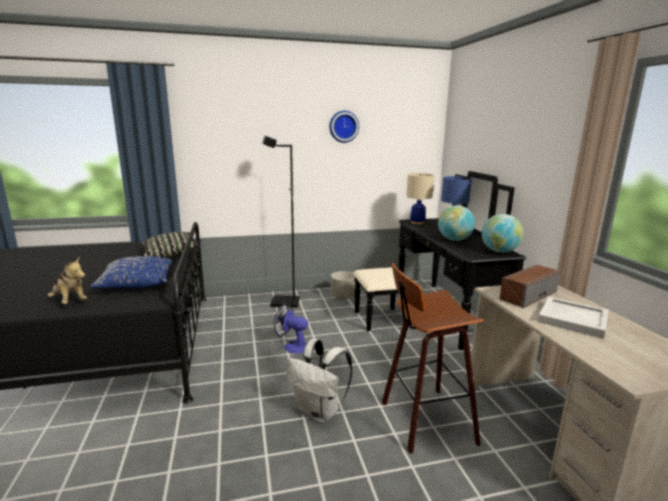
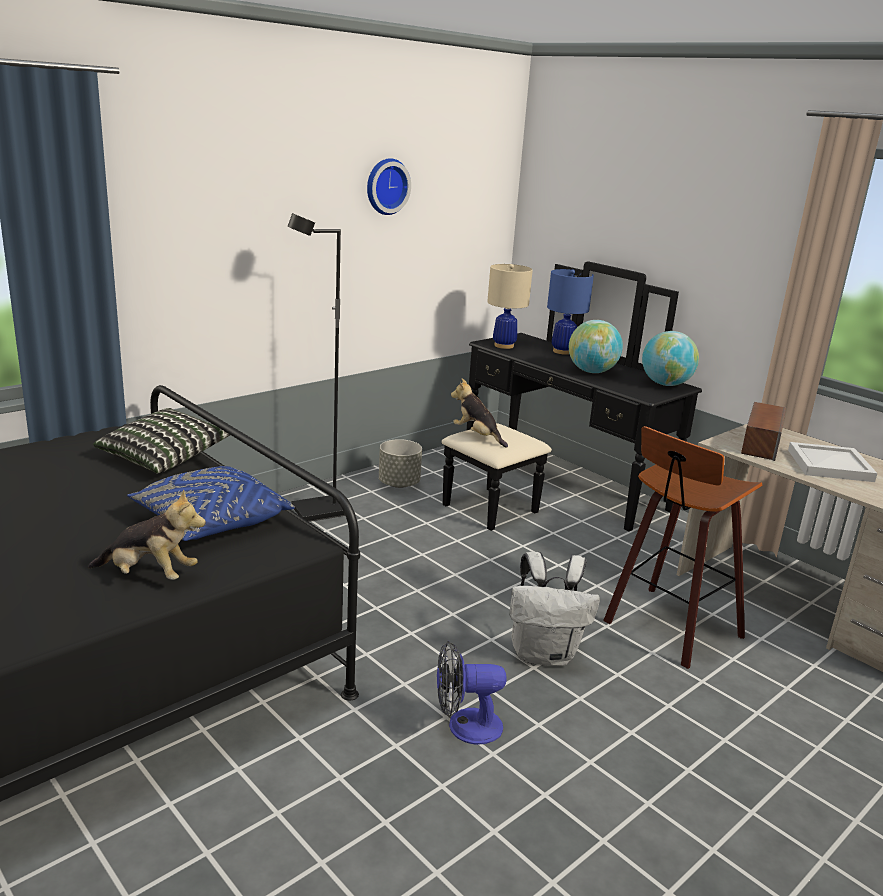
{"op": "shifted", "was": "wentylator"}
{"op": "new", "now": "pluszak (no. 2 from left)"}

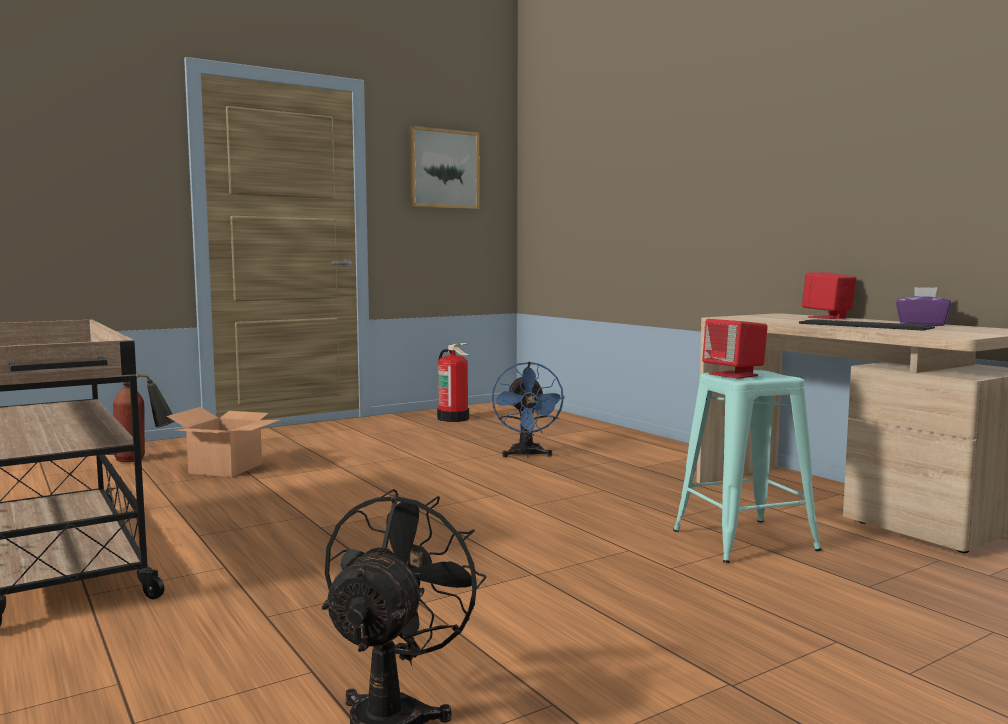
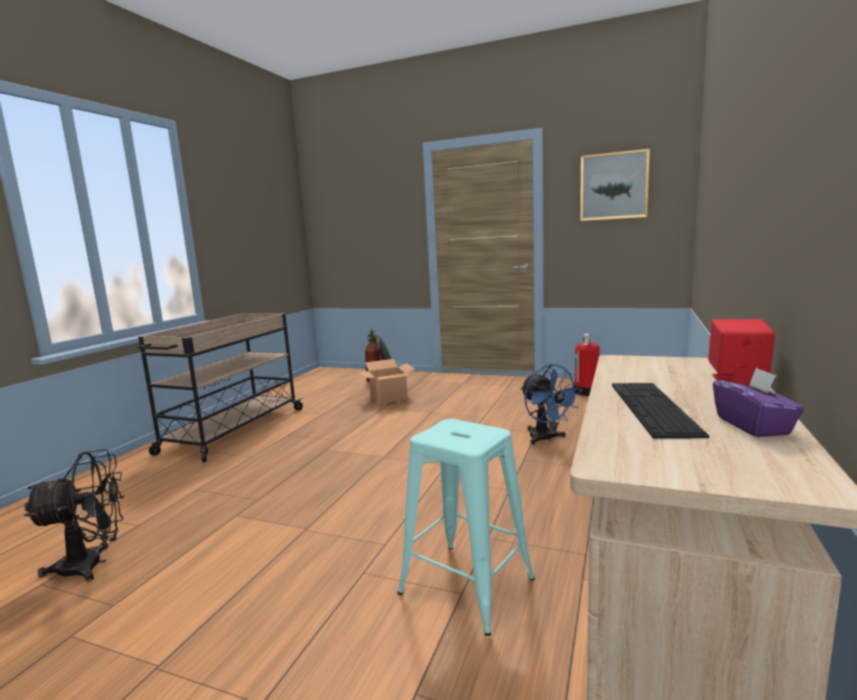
{"op": "rotated", "was": "wentylator [niebieski]", "clockwise": -75}
{"op": "gone", "was": "głośnik [czerwony] (no. 1 from left)"}

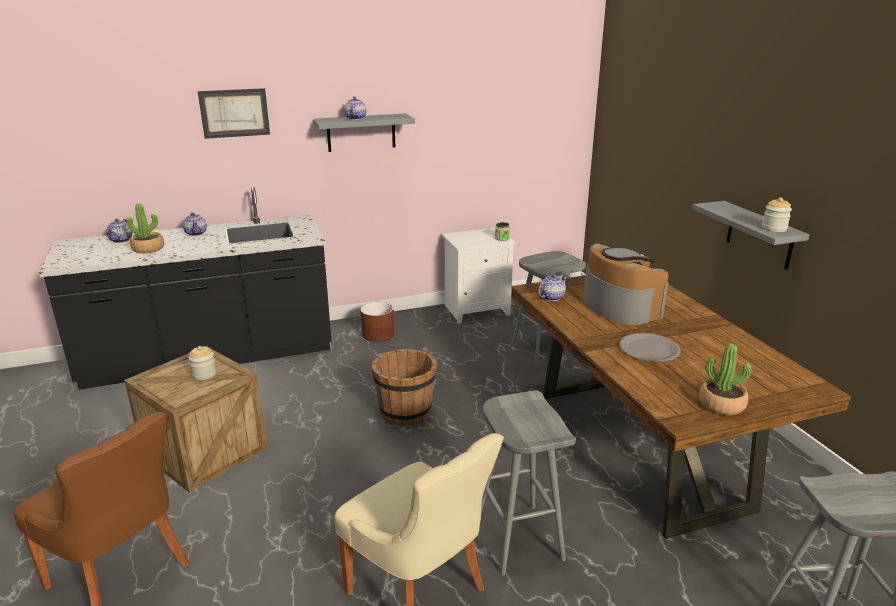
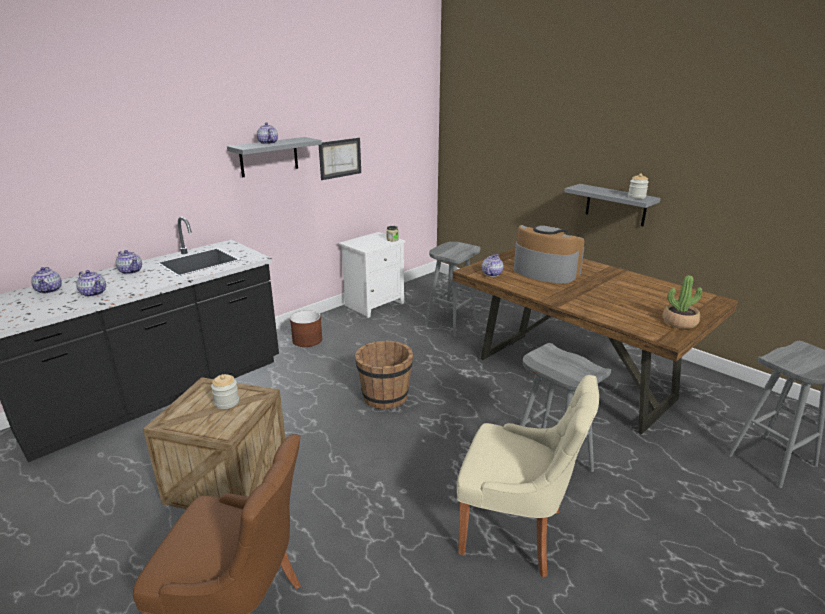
{"op": "swapped", "was": "roślina doniczkowa (no. 1 from left)", "now": "imbryk (no. 2 from left)"}
{"op": "shifted", "was": "obraz"}
{"op": "gone", "was": "talerz [szary]"}

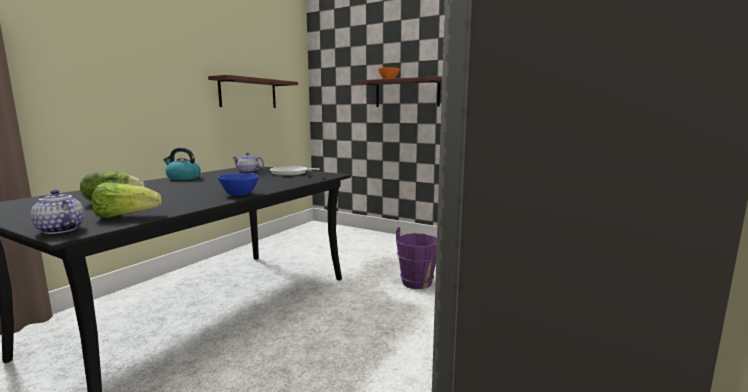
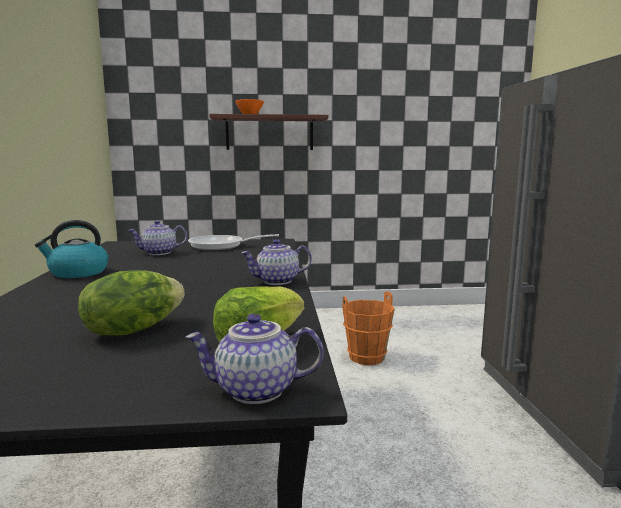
{"op": "swapped", "was": "miska [niebieski]", "now": "imbryk (no. 3 from left)"}
{"op": "repainted", "was": "wiadro [fioletowy]", "now": "wiadro [pomarańczowy]"}
{"op": "gone", "was": "półka (no. 1 from left)"}

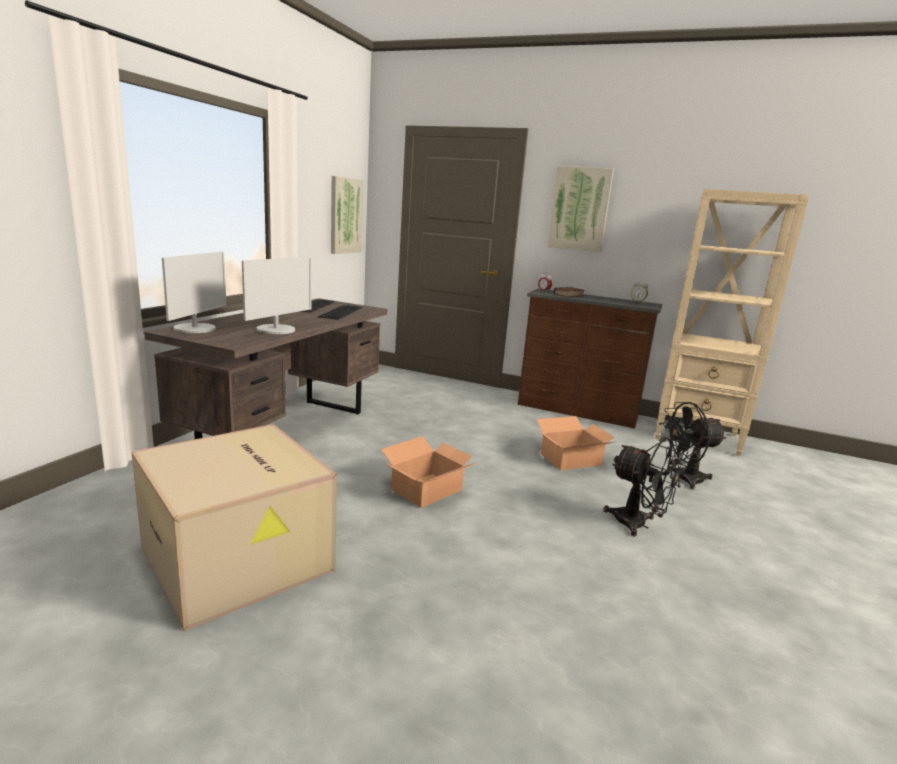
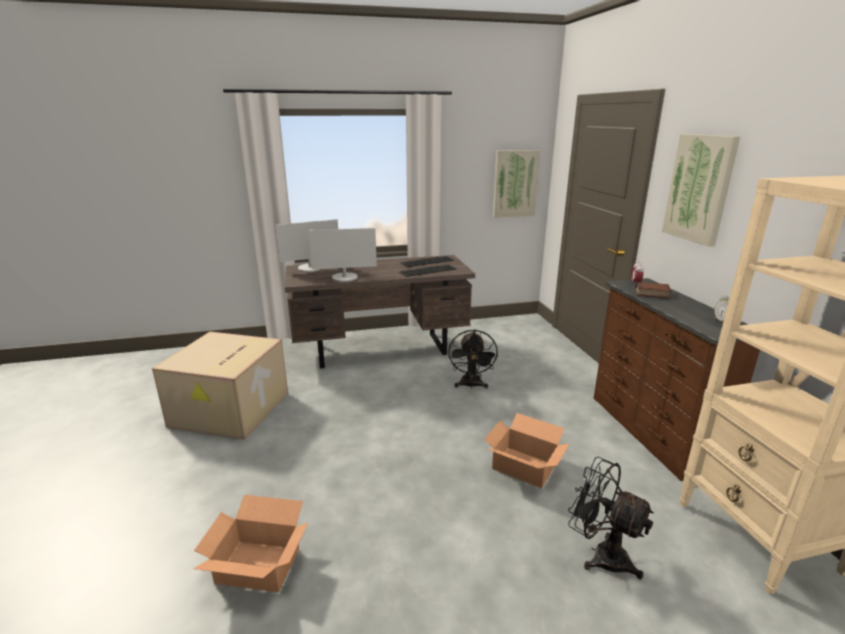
{"op": "shifted", "was": "karton (no. 2 from left)"}
{"op": "shifted", "was": "wentylator [czarny] (no. 1 from left)"}

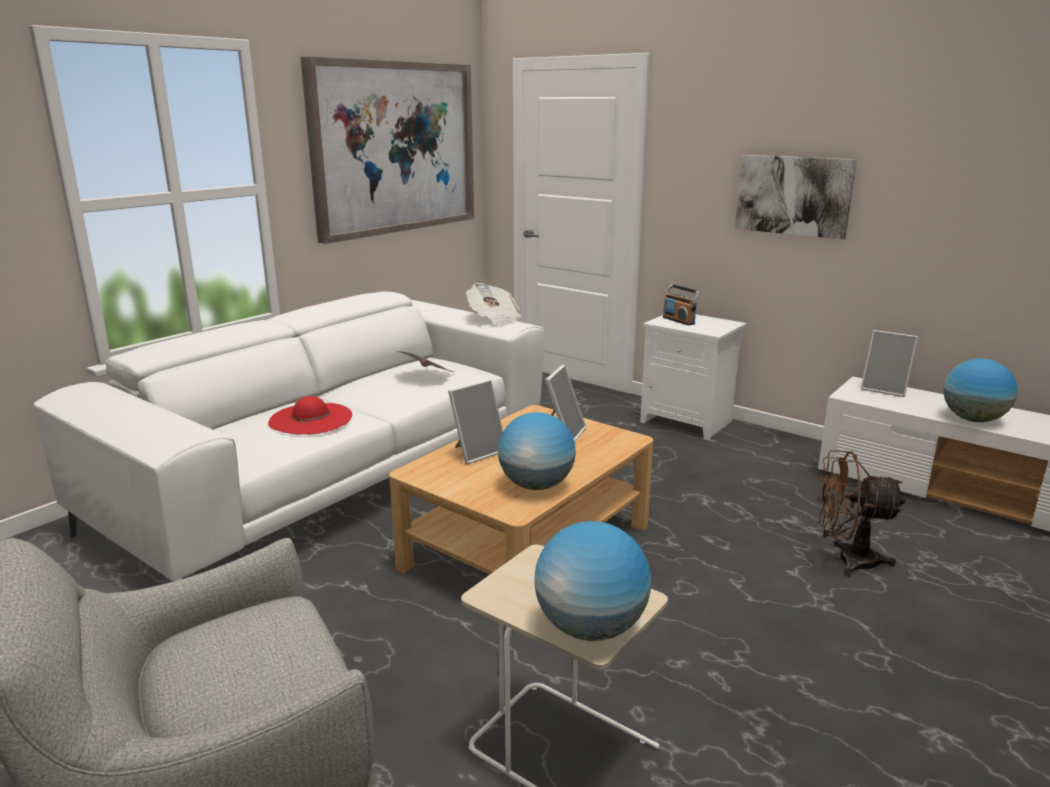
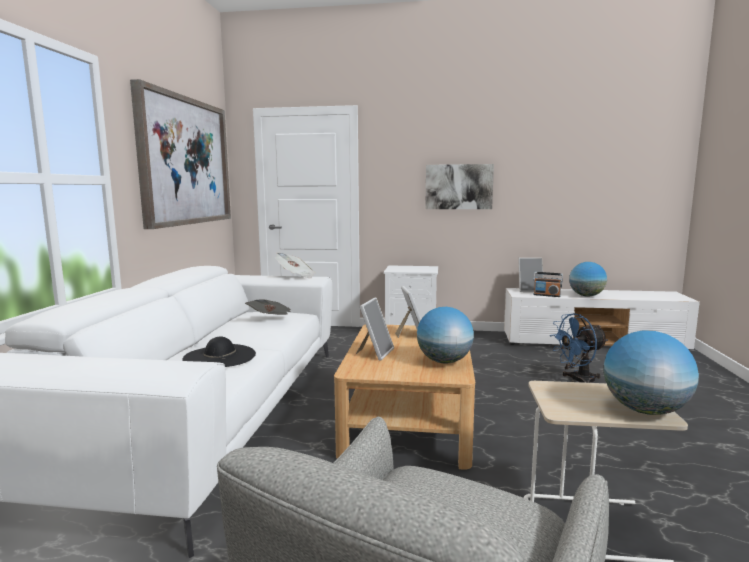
{"op": "repainted", "was": "kapelusz [czerwony]", "now": "kapelusz [czarny]"}
{"op": "shifted", "was": "radio"}
{"op": "repainted", "was": "wentylator [brązowy]", "now": "wentylator [niebieski]"}

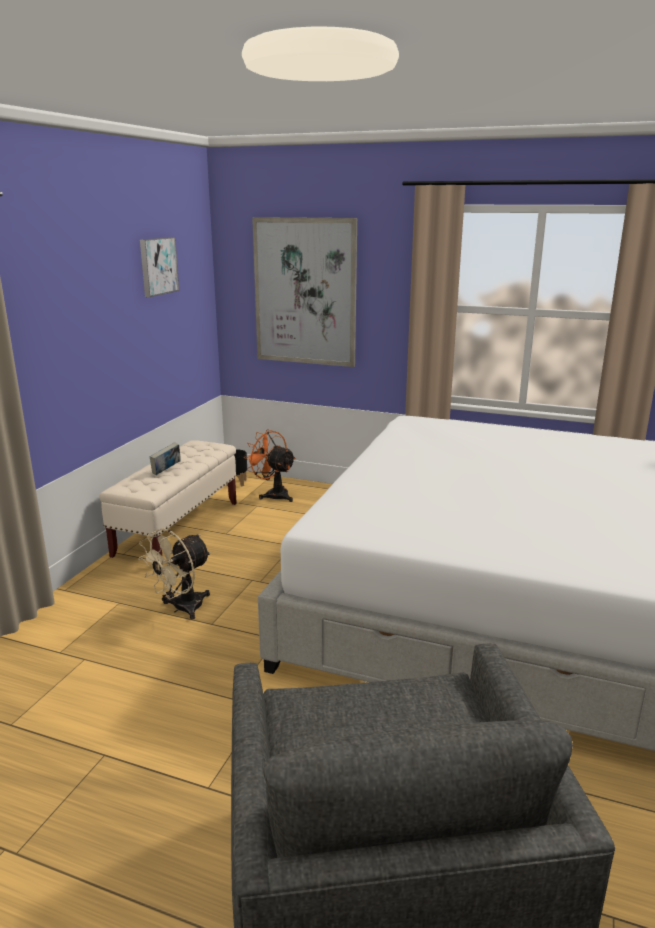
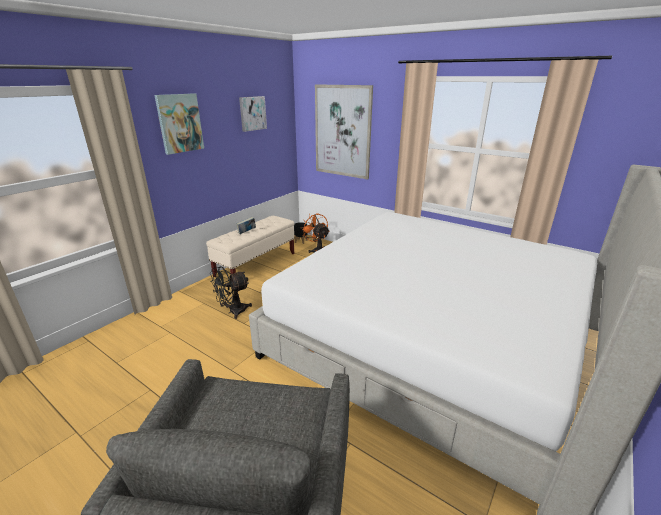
{"op": "new", "now": "obraz (no. 1 from left)"}
{"op": "repainted", "was": "wentylator [beżowy]", "now": "wentylator [czarny]"}

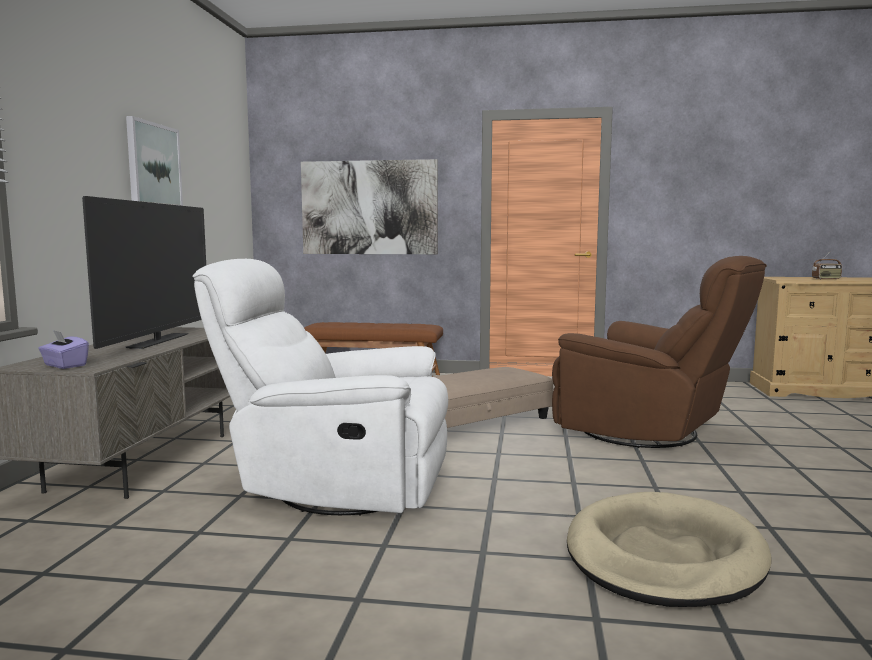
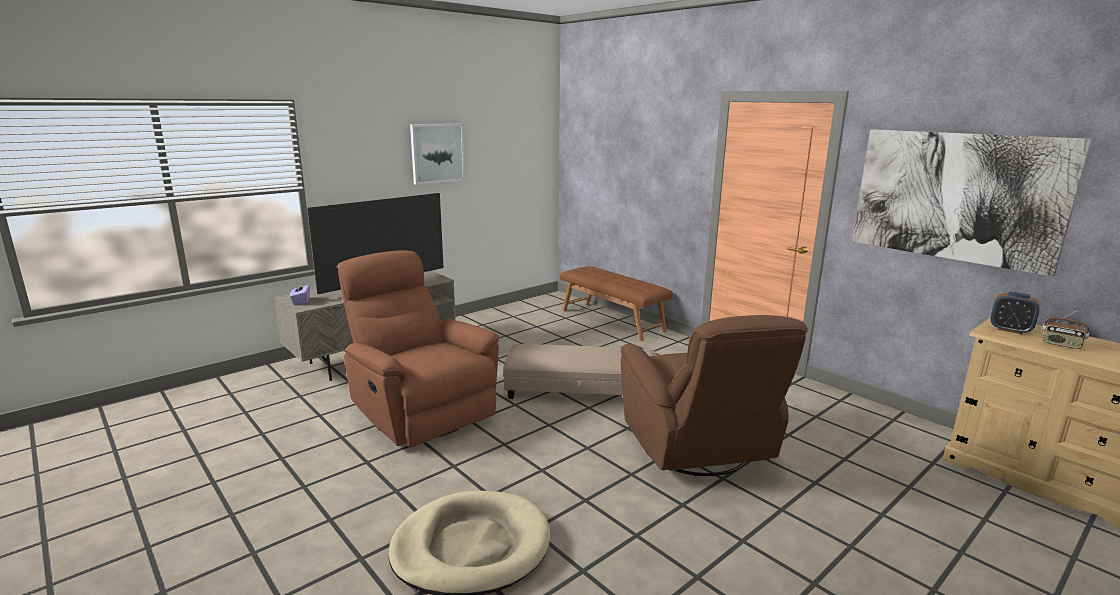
{"op": "repainted", "was": "fotel [biały]", "now": "fotel [brązowy] (no. 1 from left)"}
{"op": "shifted", "was": "obraz (no. 2 from left)"}
{"op": "new", "now": "budzik"}

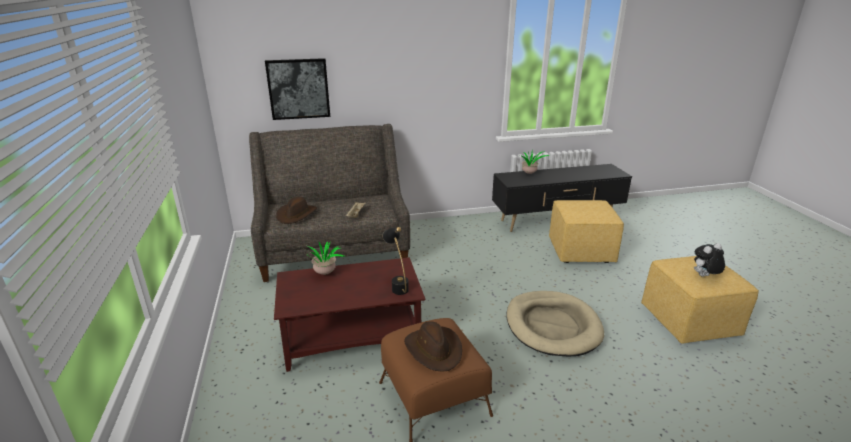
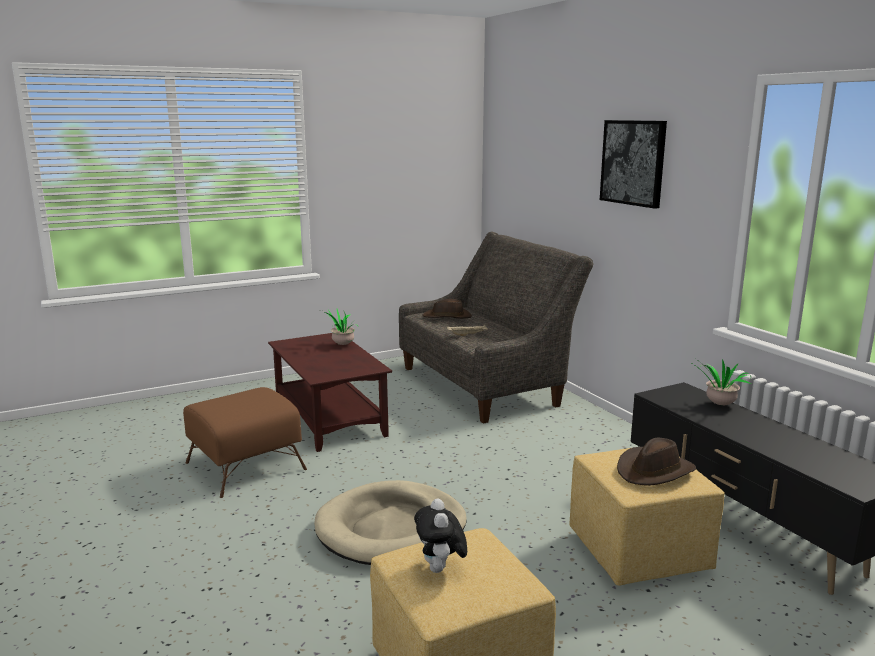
{"op": "rotated", "was": "pluszak", "clockwise": -150}
{"op": "shifted", "was": "obraz"}
{"op": "shifted", "was": "kapelusz [brązowy] (no. 2 from left)"}
{"op": "gone", "was": "lampa stołowa [czarny]"}

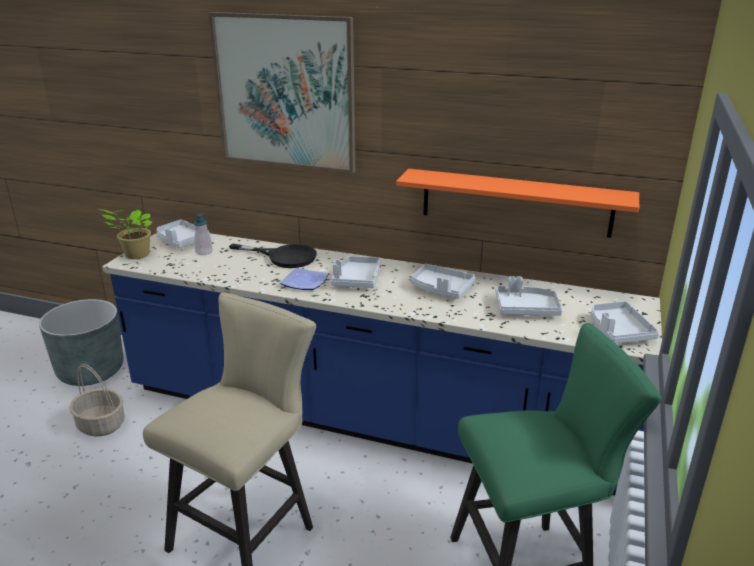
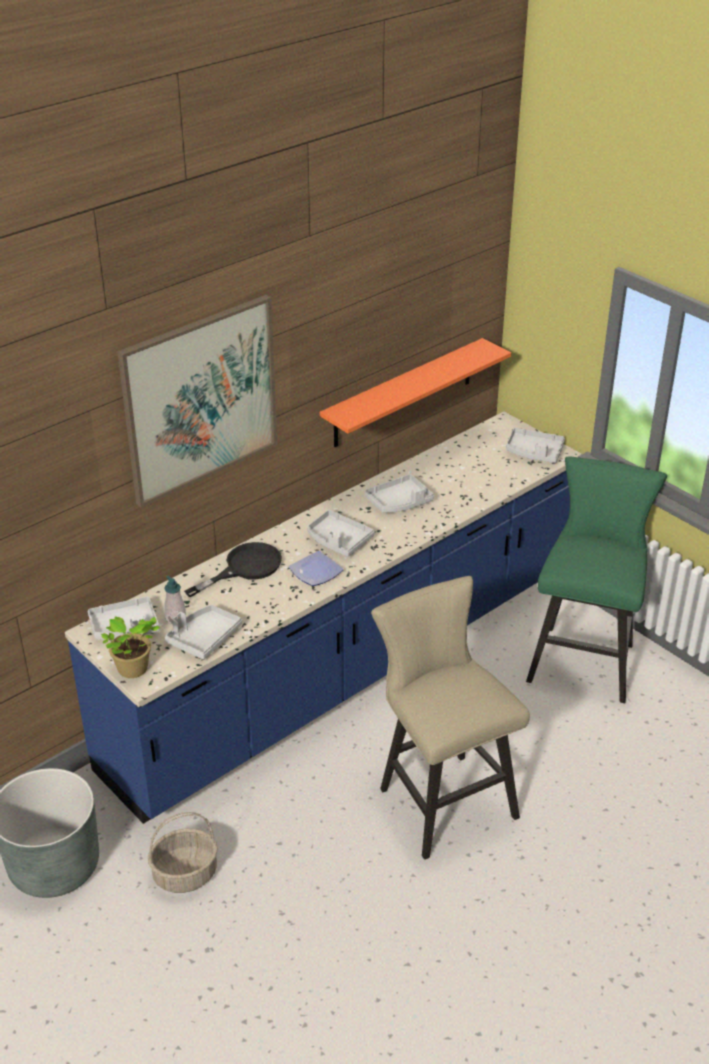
{"op": "shifted", "was": "taca [szary] (no. 4 from left in the first image)", "now": "taca [szary] (no. 2 from left)"}

